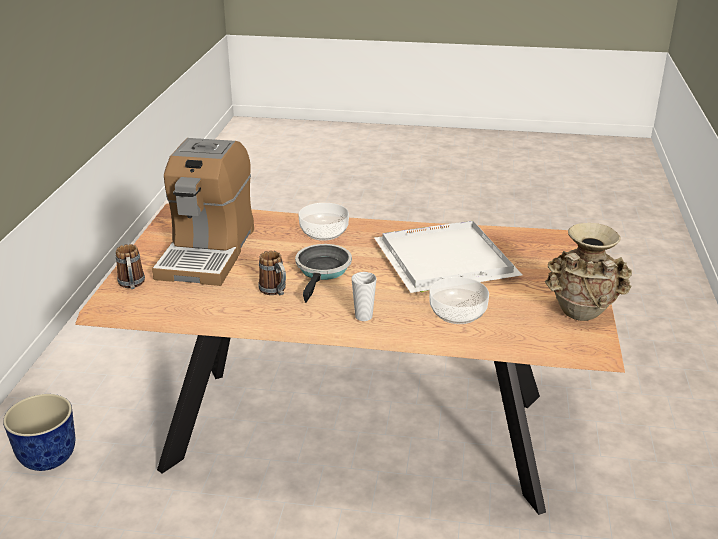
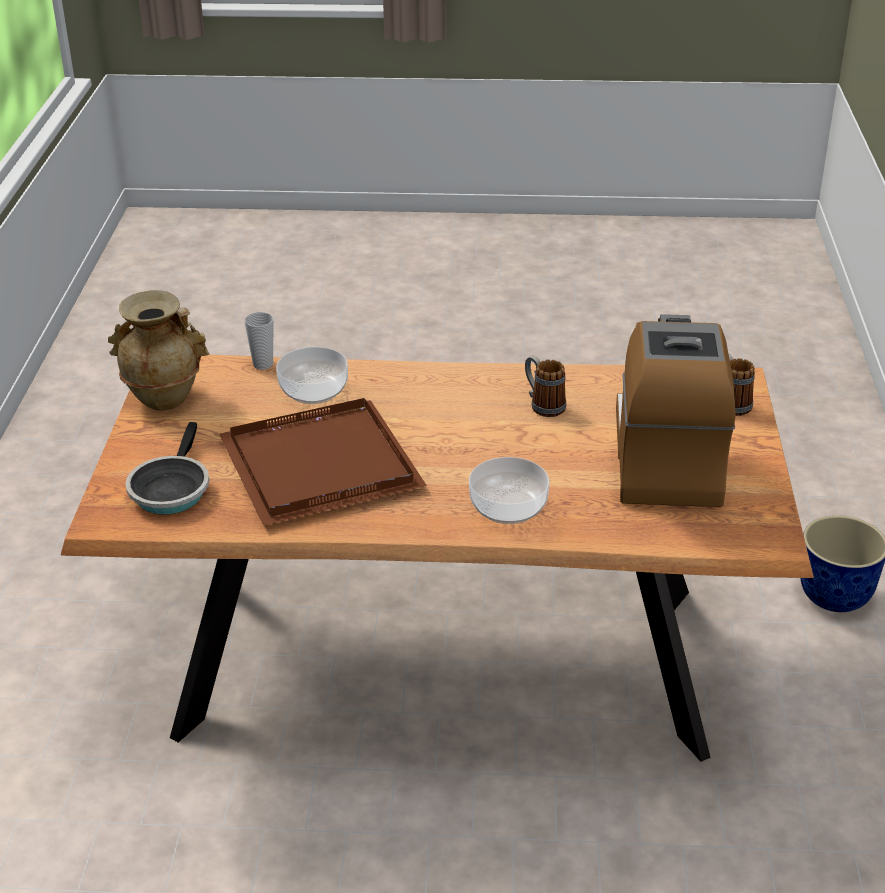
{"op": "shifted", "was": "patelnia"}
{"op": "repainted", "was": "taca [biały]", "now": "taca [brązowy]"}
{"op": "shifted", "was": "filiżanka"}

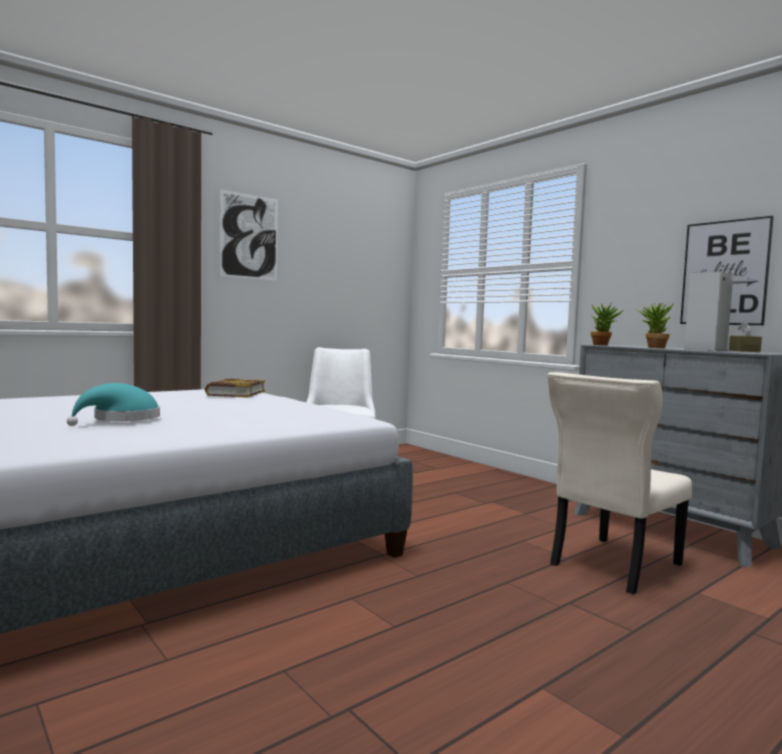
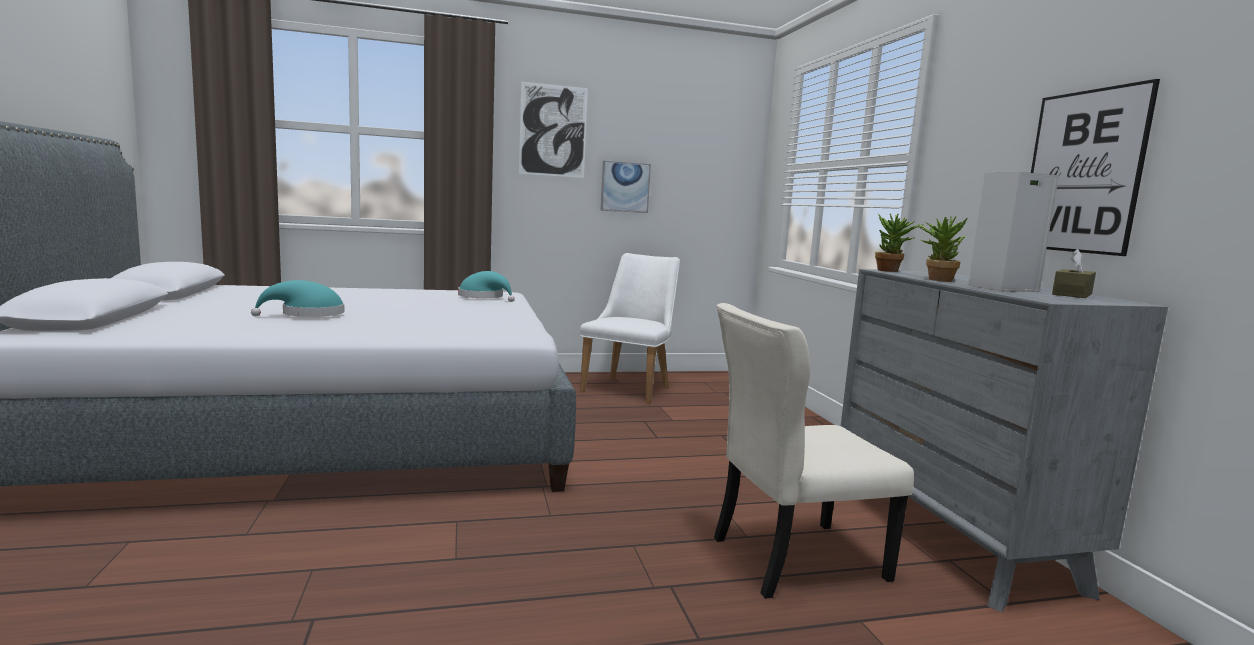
{"op": "swapped", "was": "książka", "now": "kapelusz [turkusowy] (no. 2 from left)"}
{"op": "new", "now": "obraz (no. 2 from left)"}

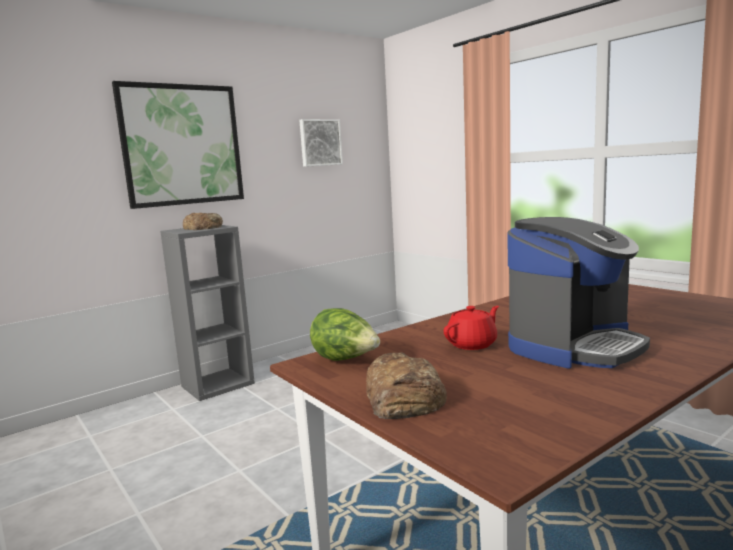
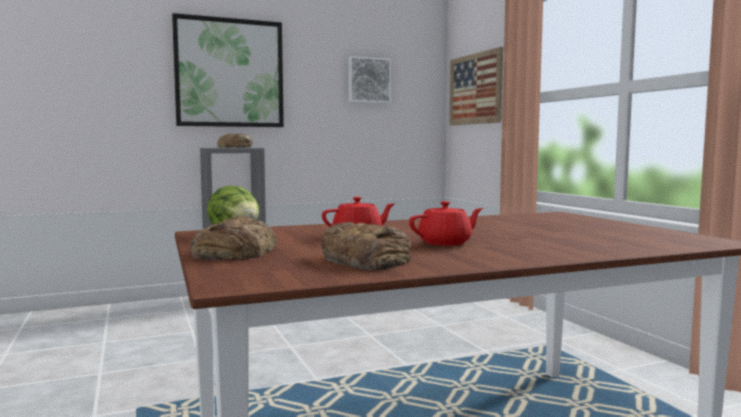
{"op": "new", "now": "chleb (no. 3 from left)"}
{"op": "swapped", "was": "ekspres do kawy", "now": "imbryk [czerwony] (no. 2 from left)"}
{"op": "new", "now": "obraz (no. 3 from left)"}

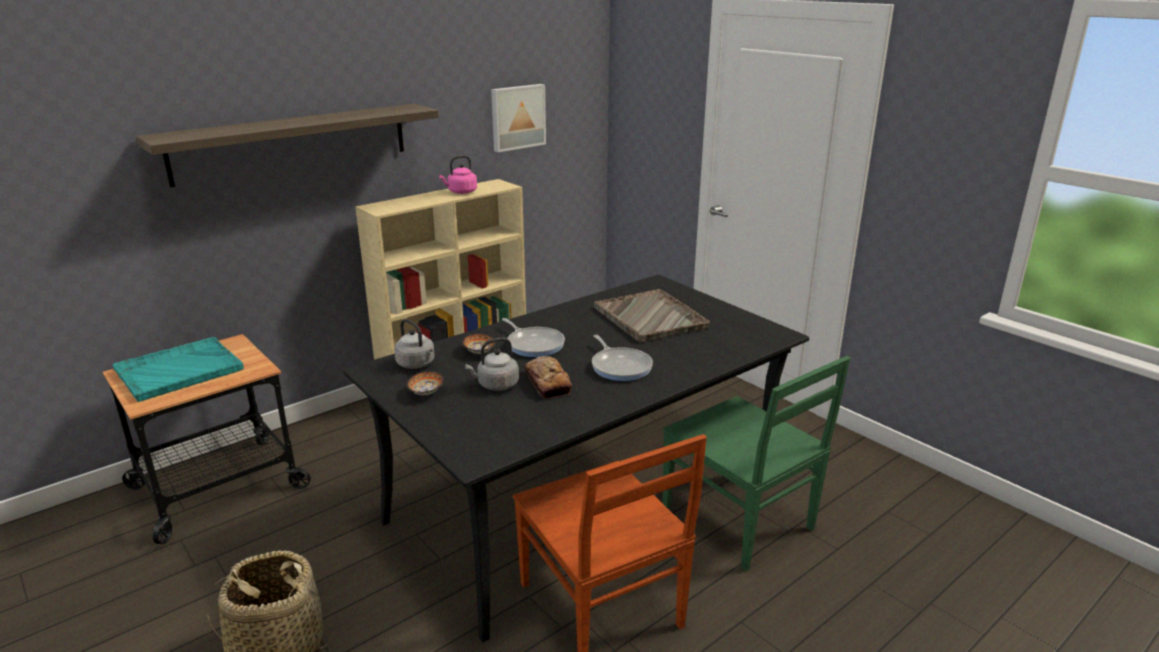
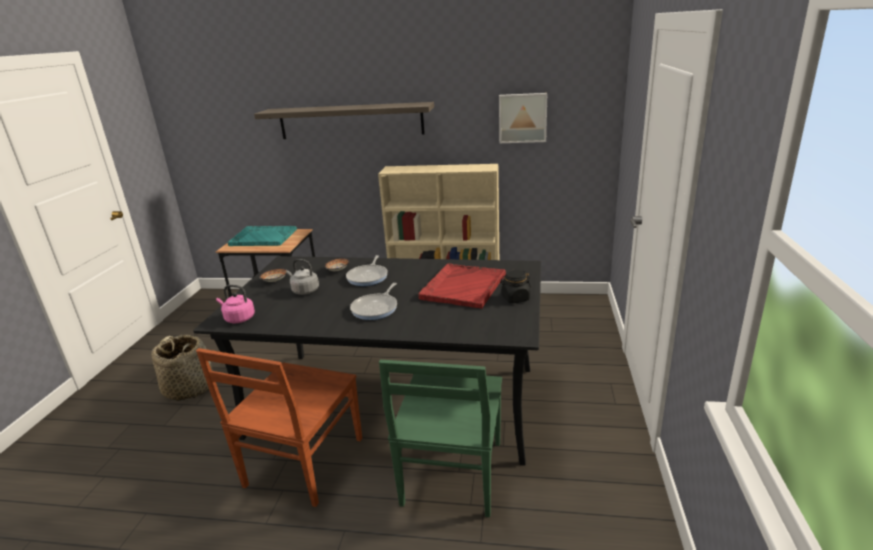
{"op": "shifted", "was": "czajnik [różowy]"}
{"op": "repainted", "was": "taca [szary]", "now": "taca [czerwony]"}
{"op": "new", "now": "słoik [czarny]"}
{"op": "gone", "was": "czajnik [szary] (no. 1 from left)"}
{"op": "gone", "was": "chleb"}

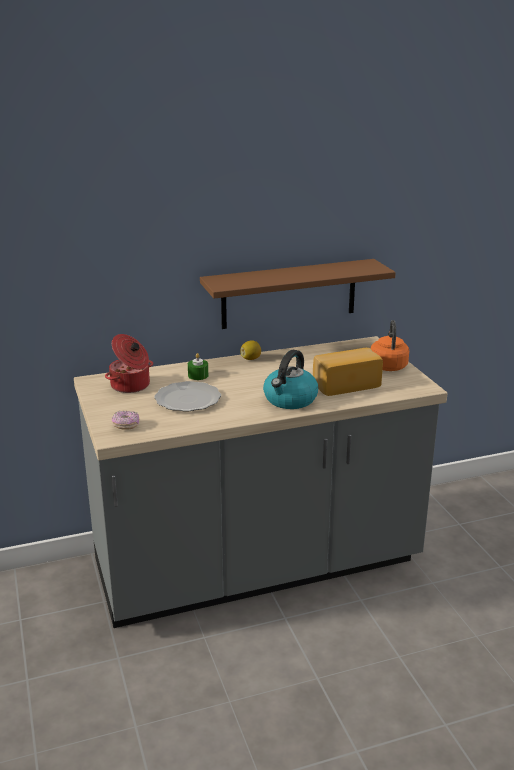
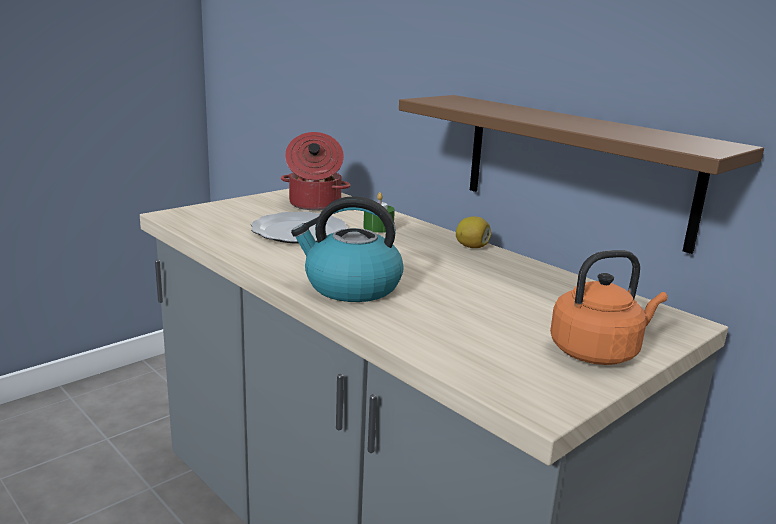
{"op": "gone", "was": "donut"}
{"op": "gone", "was": "chleb"}

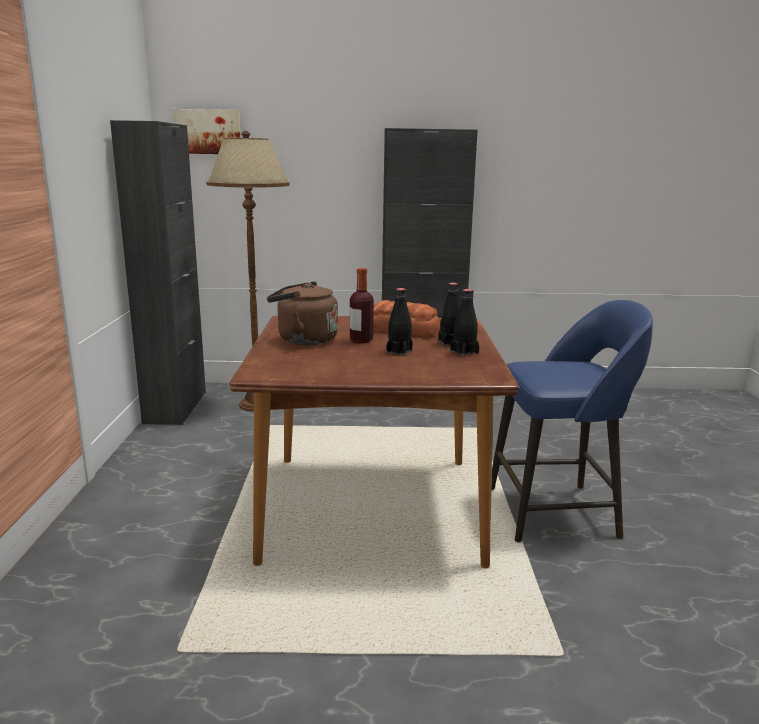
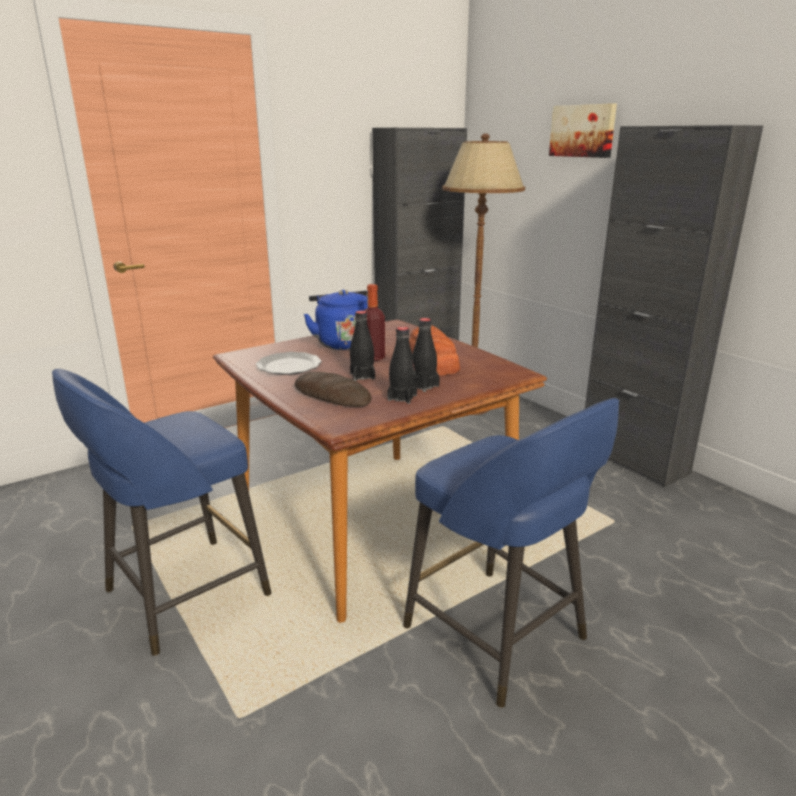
{"op": "new", "now": "stołek [niebieski] (no. 1 from left)"}
{"op": "new", "now": "talerz"}
{"op": "new", "now": "chleb (no. 1 from left)"}
{"op": "repainted", "was": "czajnik [brązowy]", "now": "czajnik [niebieski]"}
{"op": "shifted", "was": "obraz"}

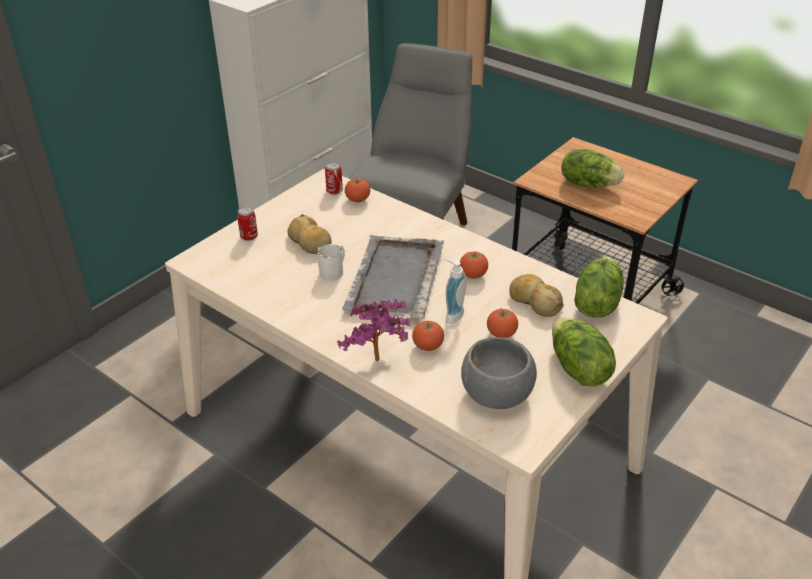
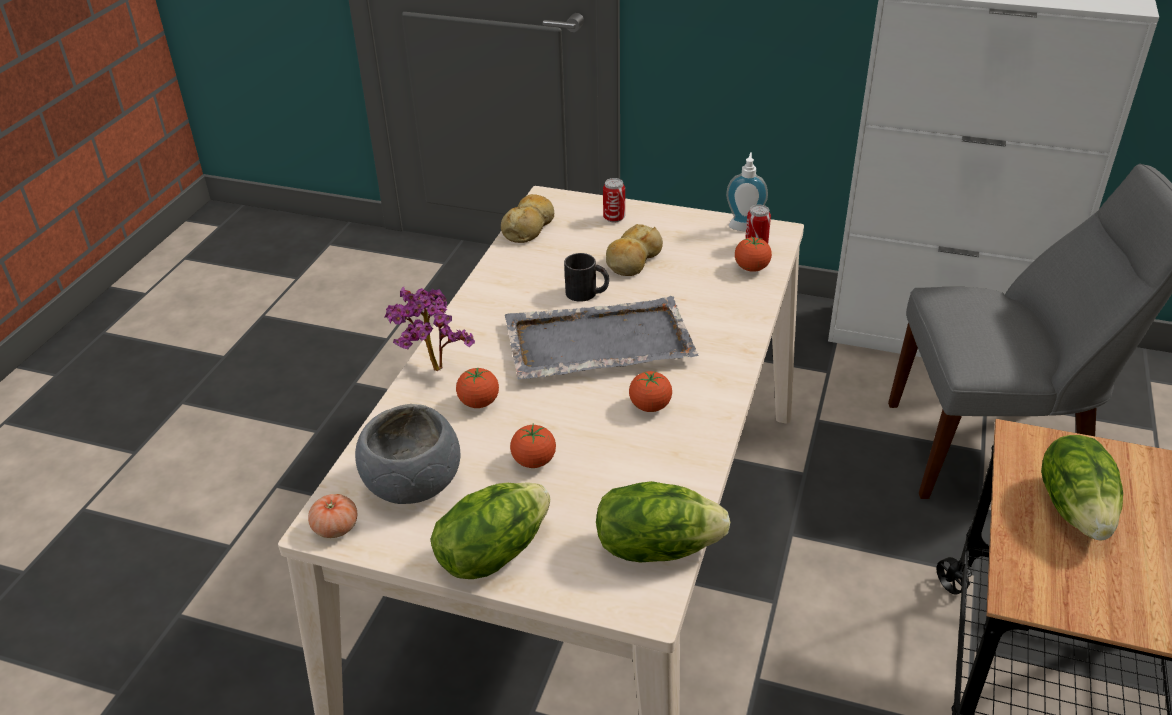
{"op": "new", "now": "pomidor (no. 1 from left)"}
{"op": "shifted", "was": "chleb (no. 2 from left in the first image)", "now": "chleb (no. 1 from left)"}
{"op": "repainted", "was": "kubek [biały]", "now": "kubek [czarny]"}
{"op": "shifted", "was": "dozownik mydła"}

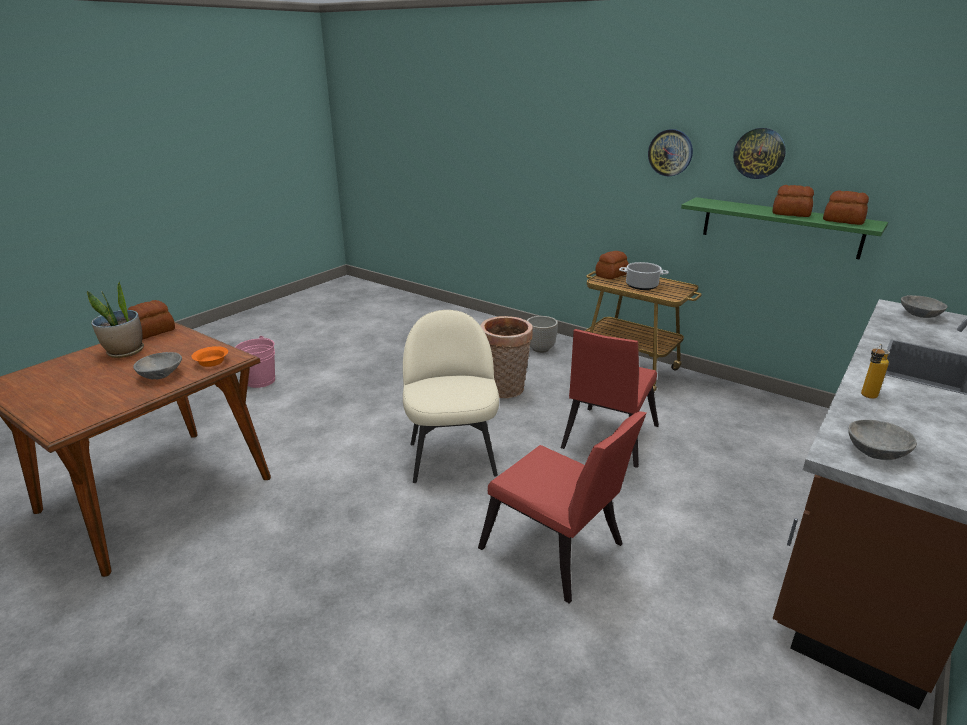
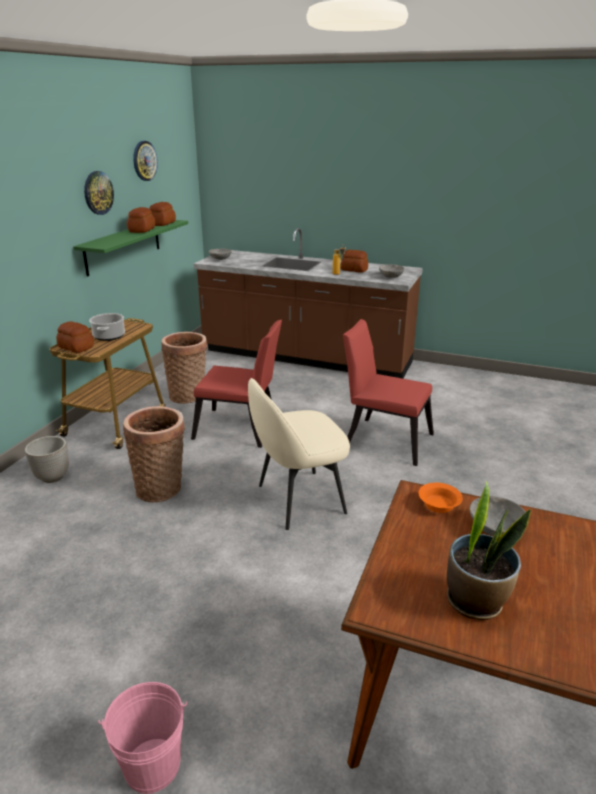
{"op": "shifted", "was": "zegar ścienny (no. 1 from left in the first image)", "now": "zegar ścienny (no. 2 from left)"}
{"op": "new", "now": "koszyk (no. 2 from left)"}
{"op": "shifted", "was": "chleb (no. 1 from left in the first image)", "now": "chleb (no. 4 from left)"}
{"op": "rotated", "was": "krzesło [czerwony] (no. 1 from left in the first image)", "clockwise": -90}

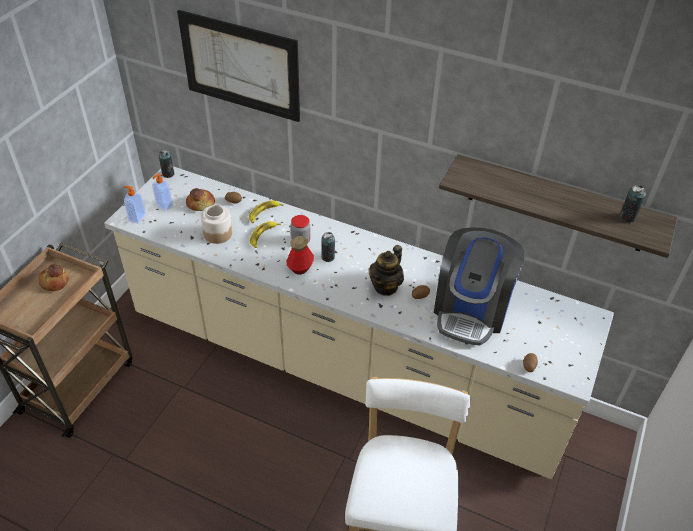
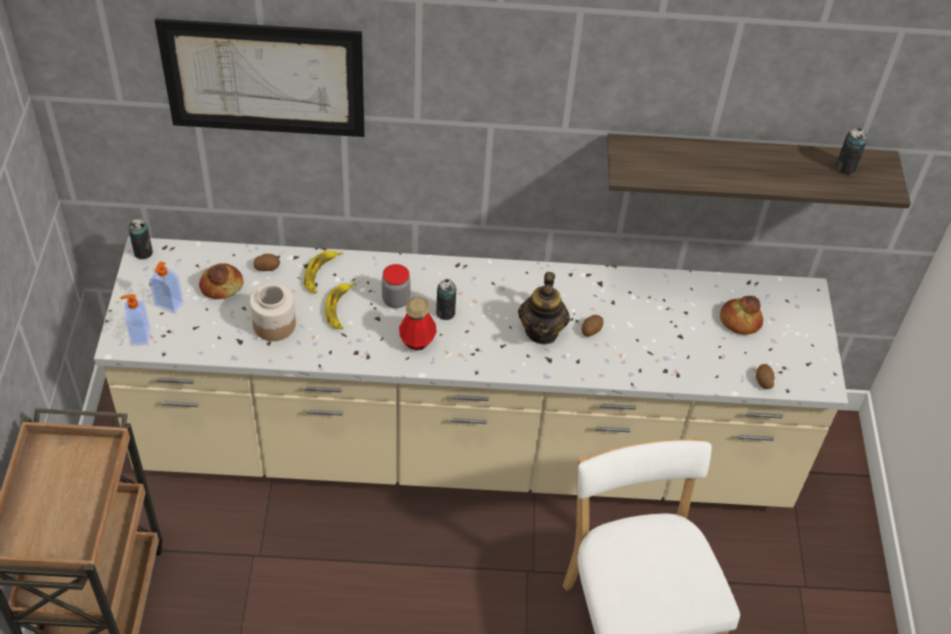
{"op": "shifted", "was": "chleb (no. 1 from left in the first image)", "now": "chleb (no. 2 from left)"}
{"op": "gone", "was": "ekspres do kawy"}

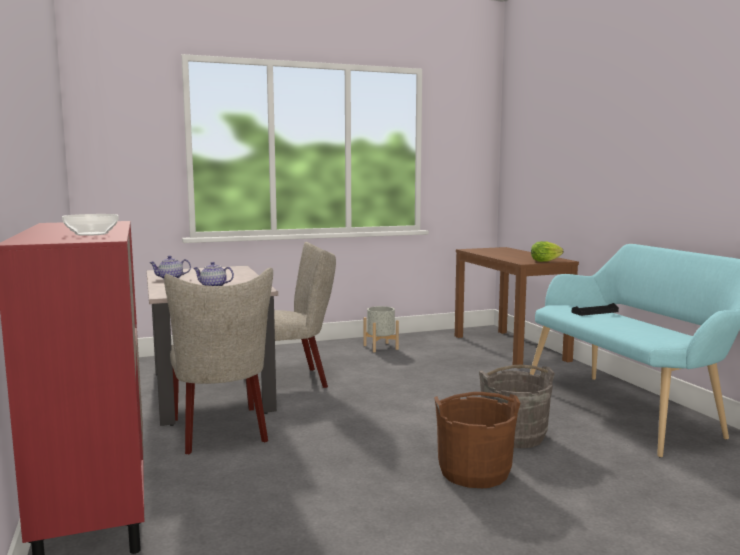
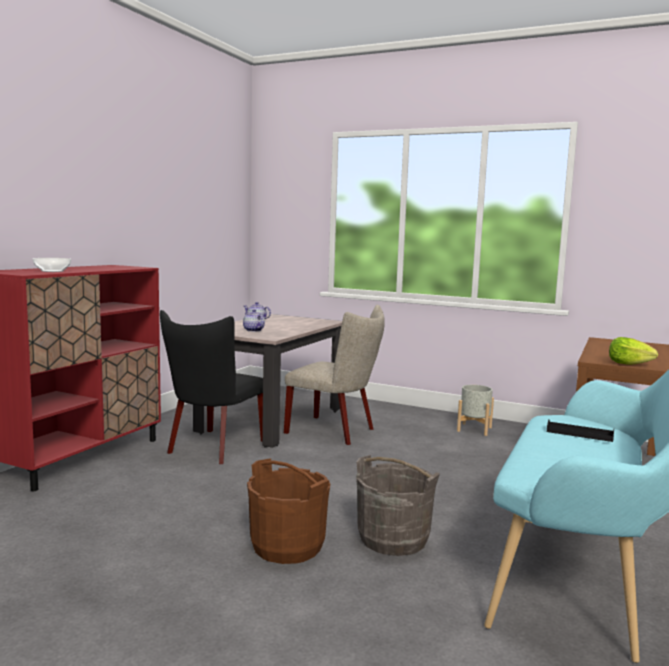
{"op": "repainted", "was": "krzesło [beżowy] (no. 1 from left)", "now": "krzesło [czarny]"}

